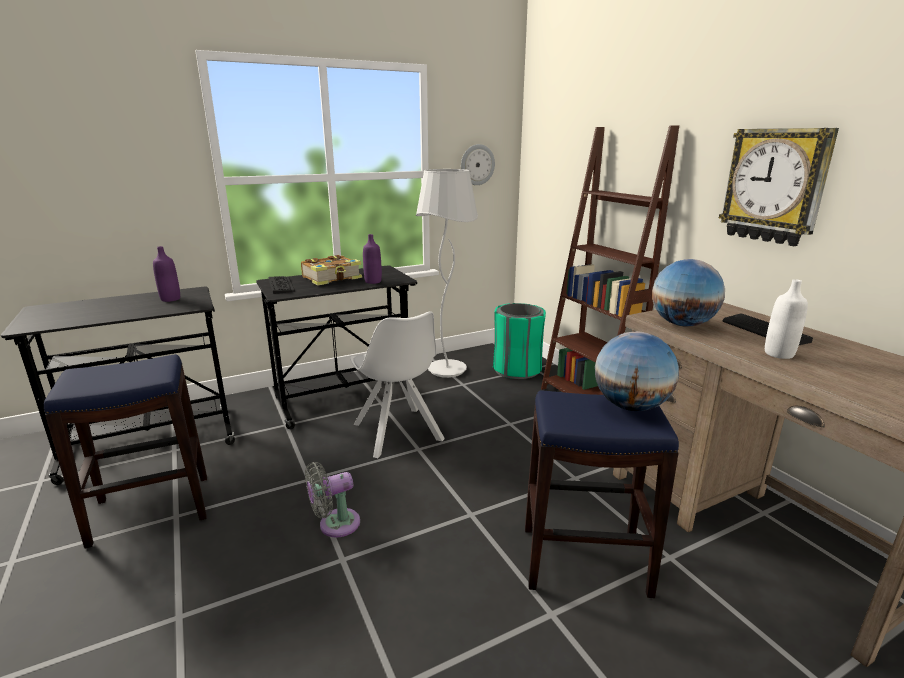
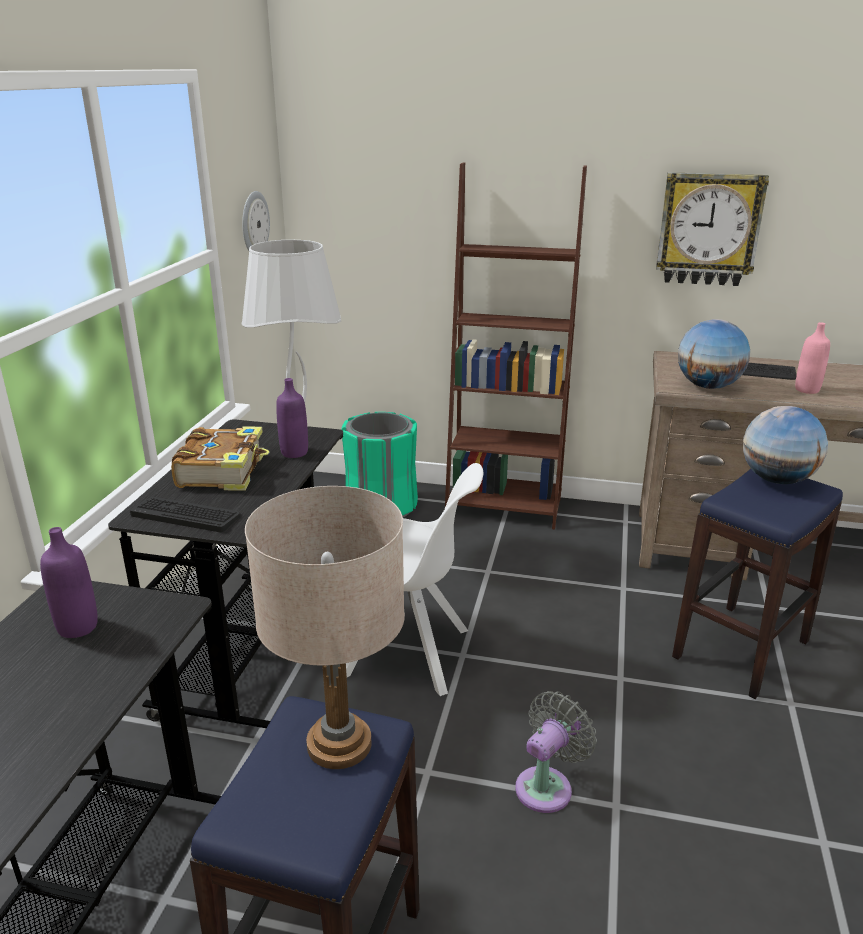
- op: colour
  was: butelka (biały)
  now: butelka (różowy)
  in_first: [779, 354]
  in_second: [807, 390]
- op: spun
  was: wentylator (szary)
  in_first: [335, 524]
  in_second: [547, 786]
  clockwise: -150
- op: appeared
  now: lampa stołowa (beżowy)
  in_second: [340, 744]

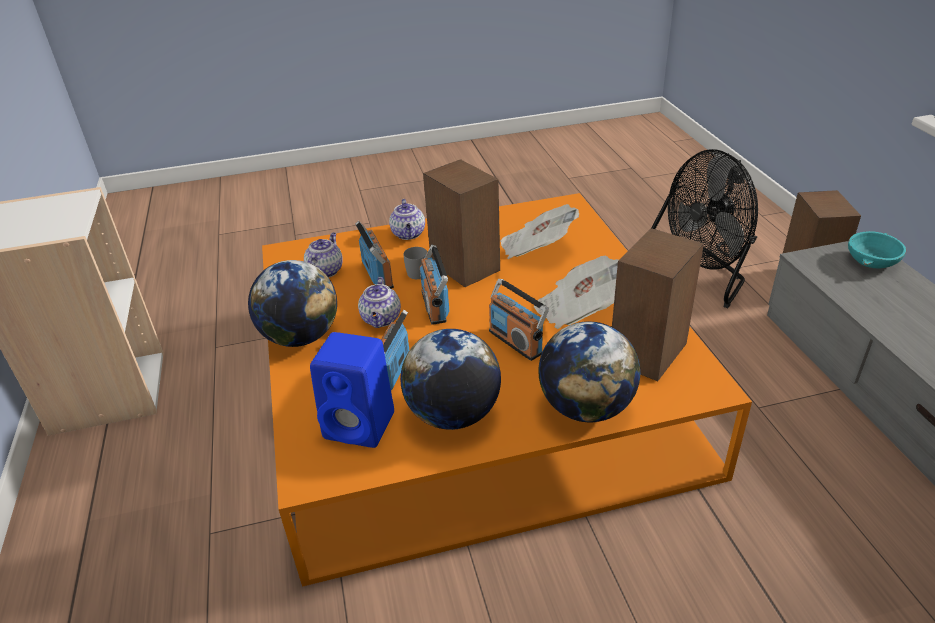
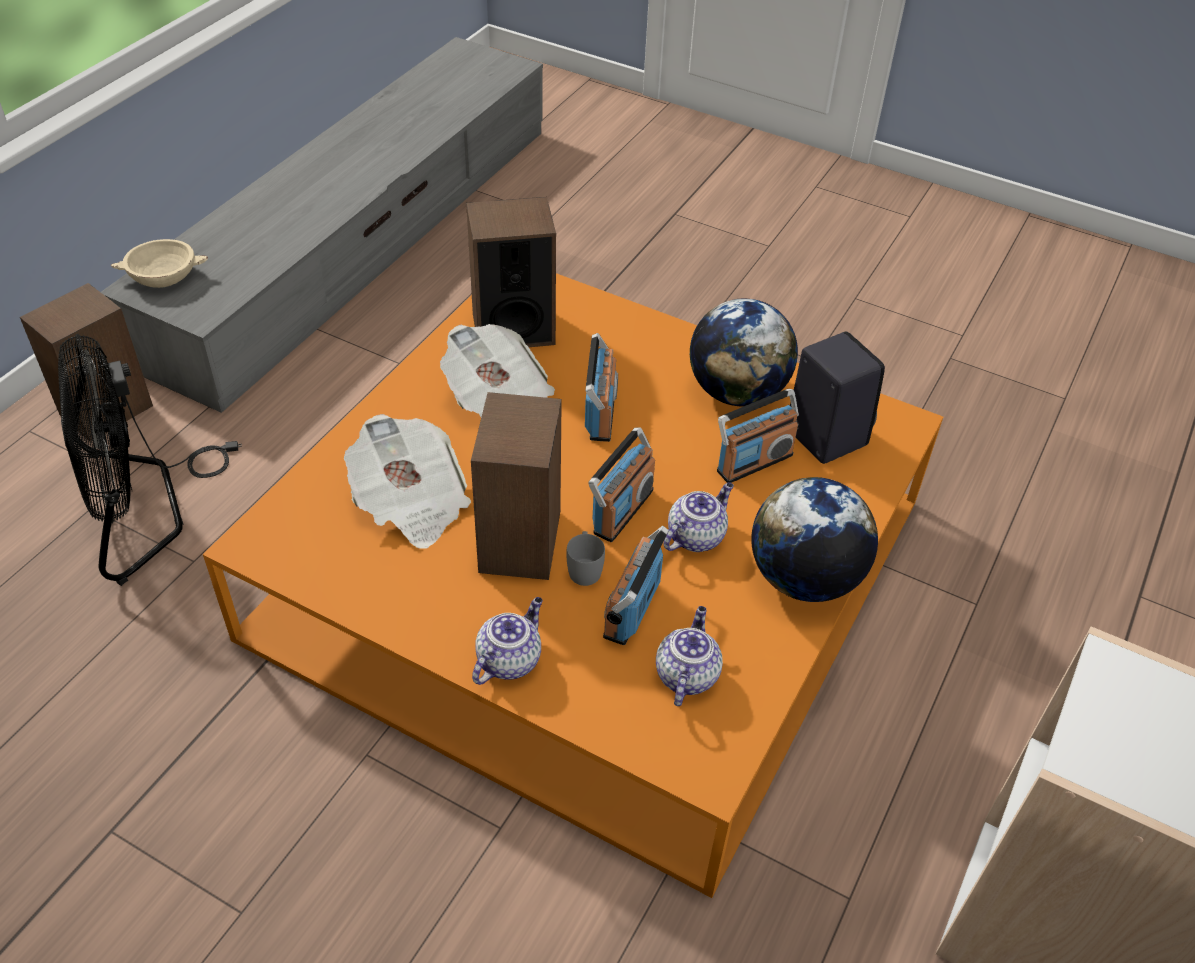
- op: spun
  was: wentylator (czarny)
  in_first: [706, 268]
  in_second: [144, 501]
  clockwise: 135
- op: colour
  was: miska (turkusowy)
  now: miska (beżowy)
  in_first: [871, 260]
  in_second: [163, 277]
- op: spun
  was: imbryk
  in_first: [325, 270]
  in_second: [686, 674]
  clockwise: 135
- op: missing
  was: globus
  in_first: [586, 407]
- op: colour
  was: głośnik (niebieski)
  now: głośnik (czarny)
  in_first: [362, 425]
  in_second: [823, 435]

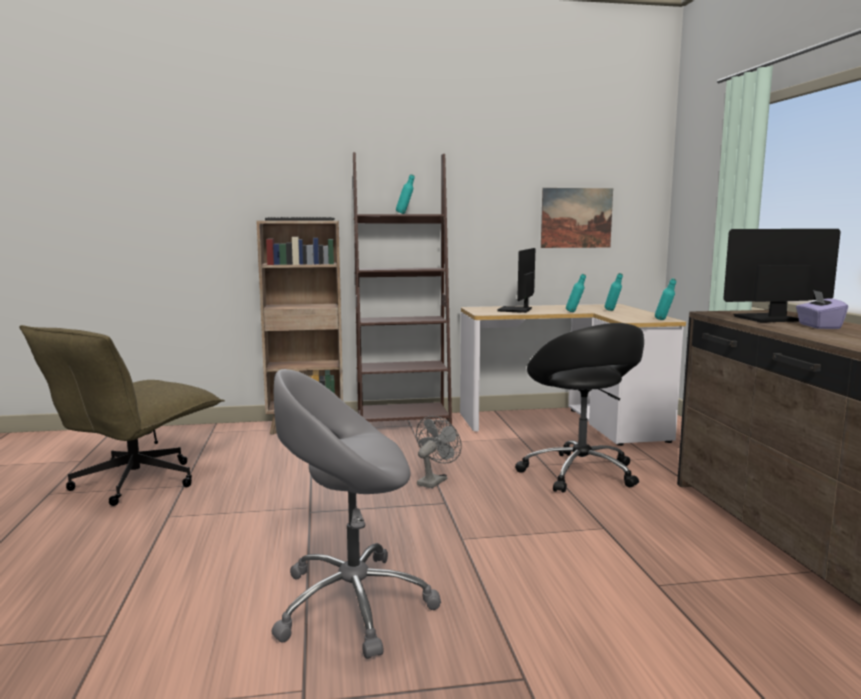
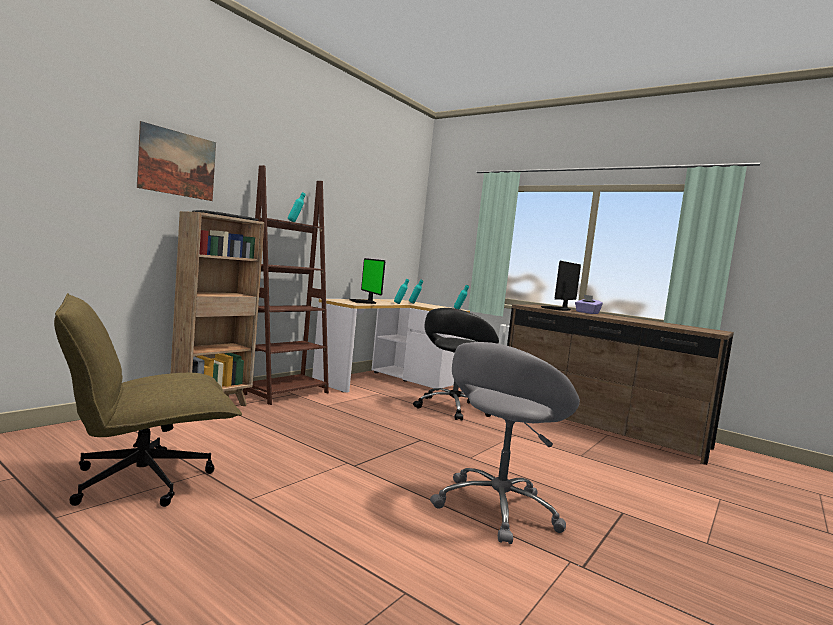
- op: relocated
  was: obraz
  in_first: [576, 218]
  in_second: [178, 163]
- op: spun
  was: krzesło biurowe (czarny)
  in_first: [581, 474]
  in_second: [451, 409]
  clockwise: 90
- op: spun
  was: krzesło biurowe (beżowy)
  in_first: [137, 481]
  in_second: [144, 480]
  clockwise: 75
- op: missing
  was: wentylator (szary)
  in_first: [434, 480]

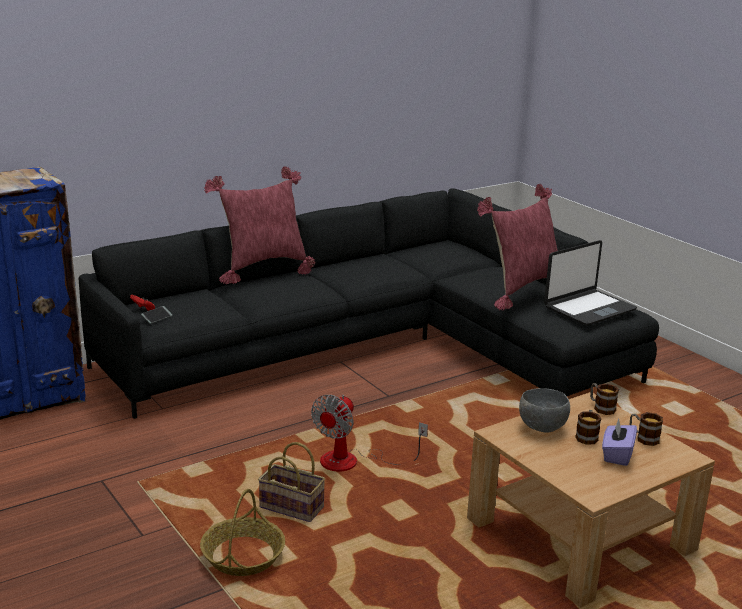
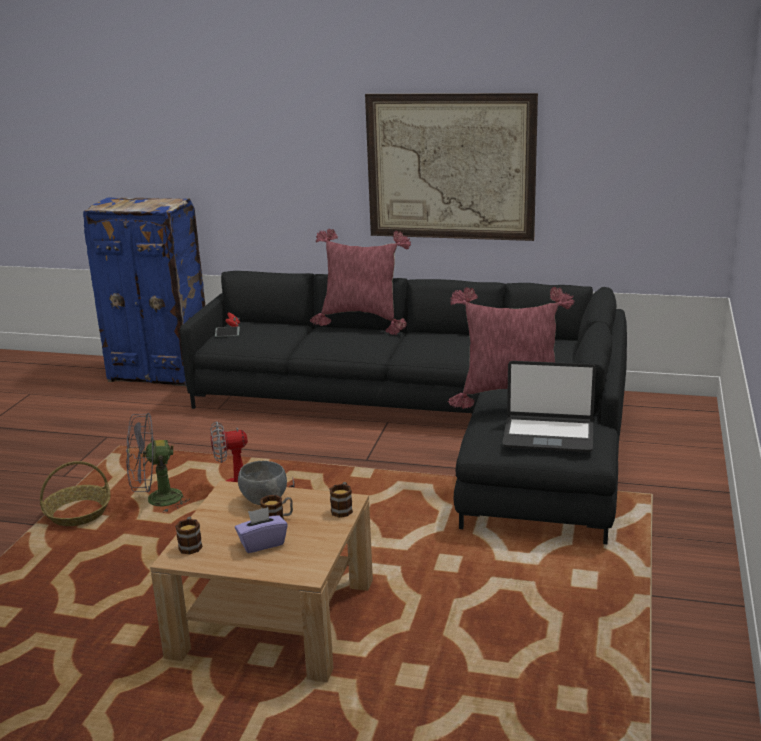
- op: relocated
  was: kubek
  in_first: [643, 438]
  in_second: [190, 544]
- op: exchanged
  was: koszyk
  now: wentylator (szary)
  in_first: [293, 507]
  in_second: [156, 501]
- op: appeared
  now: obraz
  in_second: [450, 167]

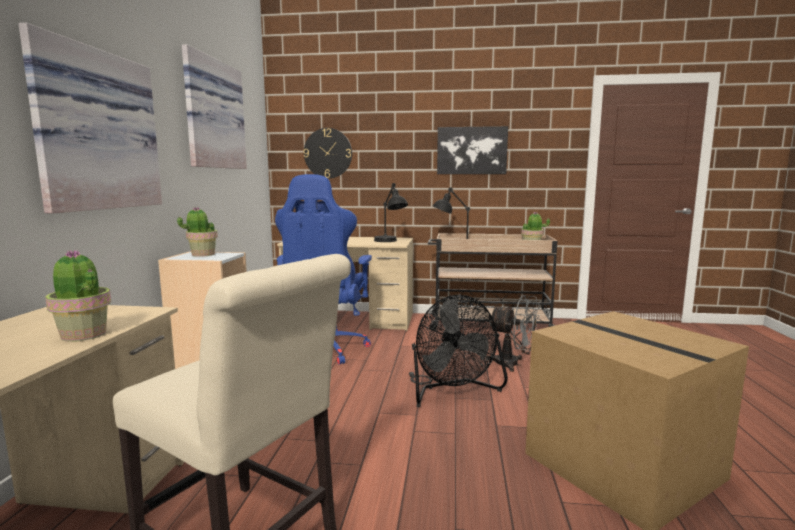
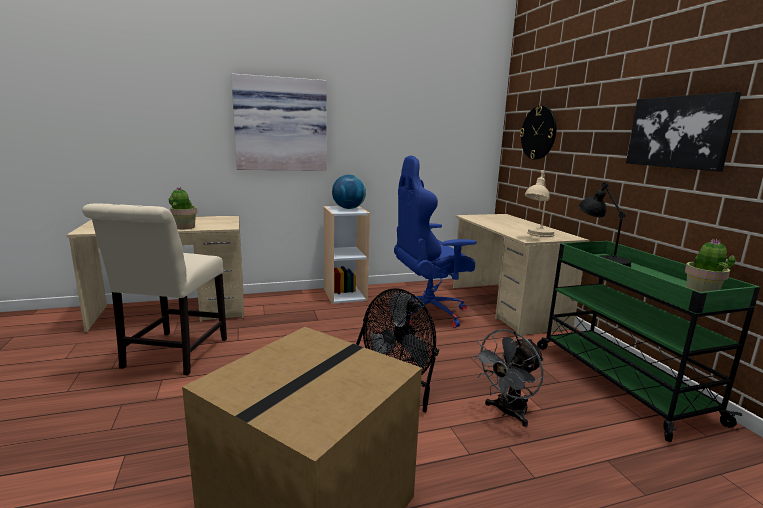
- op: missing
  was: obraz
  in_first: [212, 114]
- op: colour
  was: lampa stołowa (czarny)
  now: lampa stołowa (beżowy)
  in_first: [390, 242]
  in_second: [536, 236]
- op: exchanged
  was: roślina doniczkowa
  now: globus
  in_first: [202, 254]
  in_second: [348, 208]
- op: colour
  was: wózek (beżowy)
  now: wózek (zielony)
  in_first: [489, 325]
  in_second: [618, 380]
- op: spun
  was: wentylator (szary)
  in_first: [513, 364]
  in_second: [507, 413]
  clockwise: 45

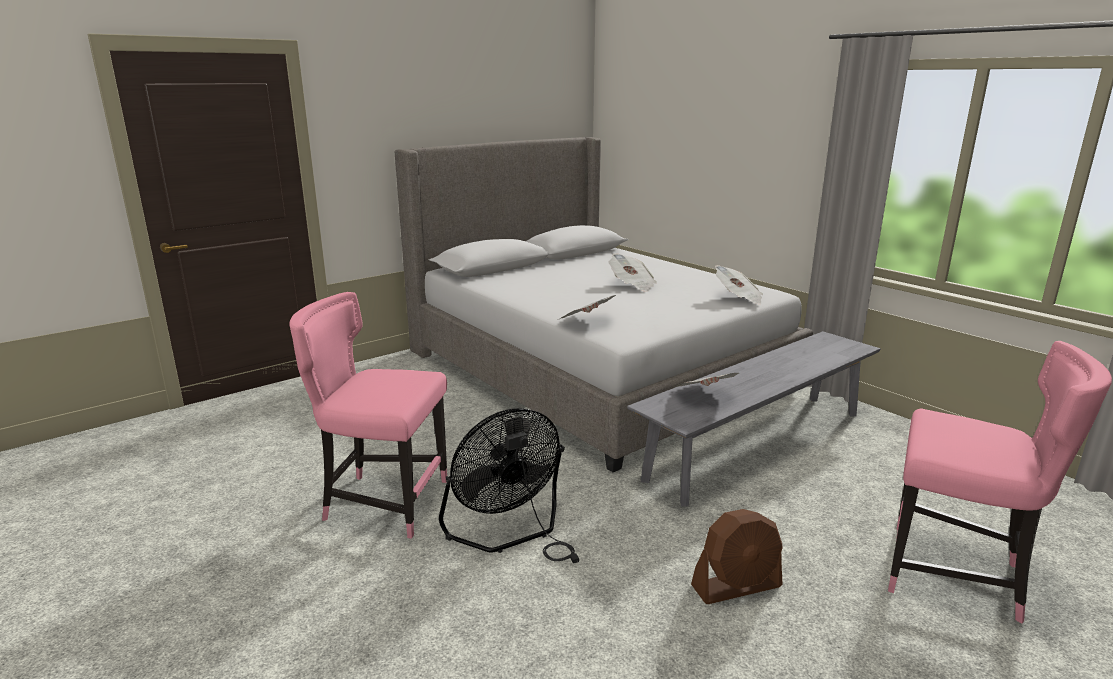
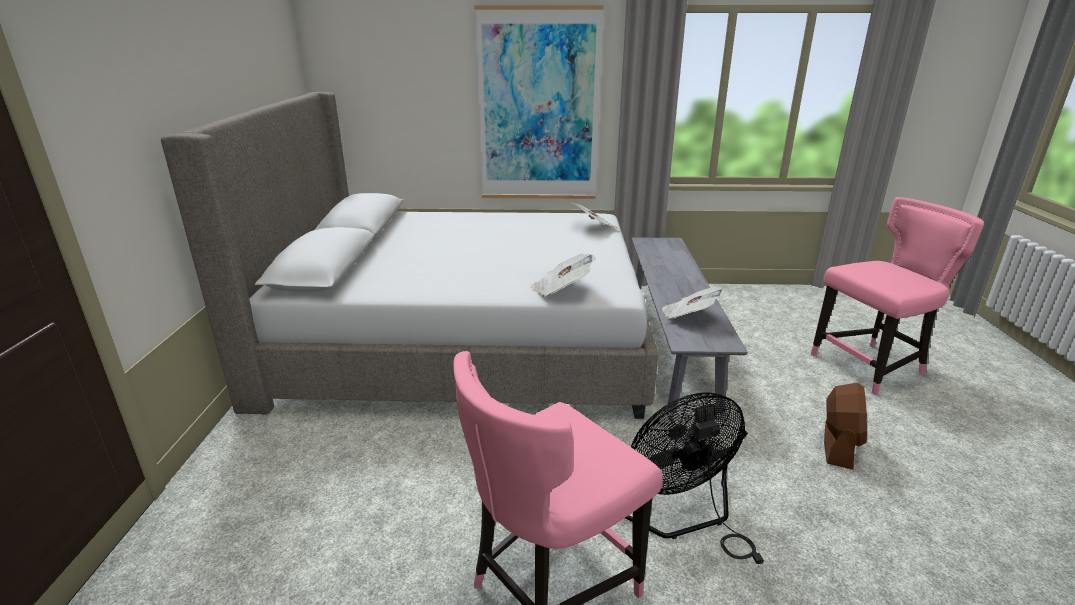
- op: missing
  was: gazeta
  in_first: [632, 285]
- op: spun
  was: wentylator (czarny)
  in_first: [518, 532]
  in_second: [690, 515]
  clockwise: 60
- op: appeared
  now: obraz
  in_second: [538, 107]

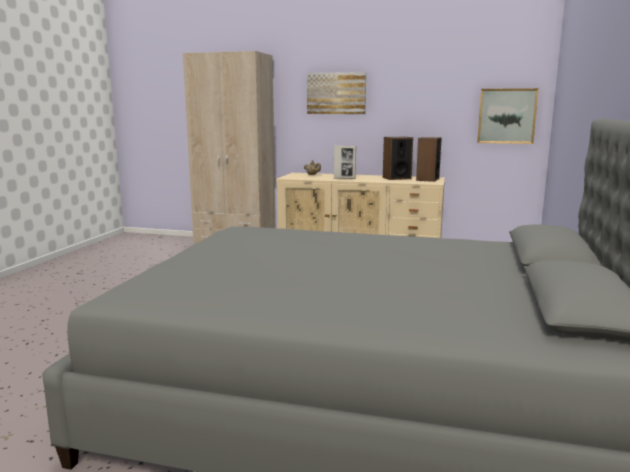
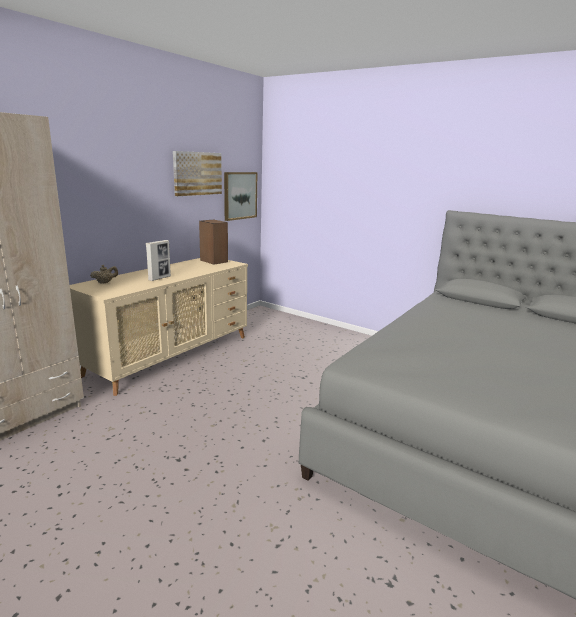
- op: relocated
  was: obraz
  in_first: [336, 93]
  in_second: [197, 173]
- op: missing
  was: głośnik
  in_first: [396, 178]

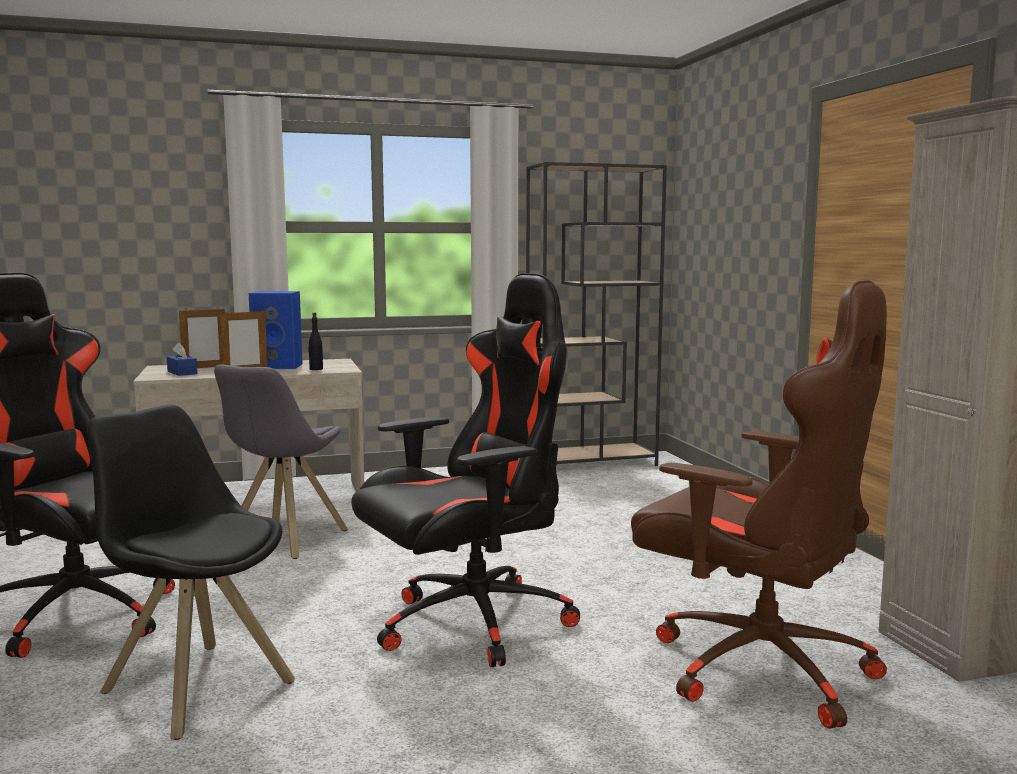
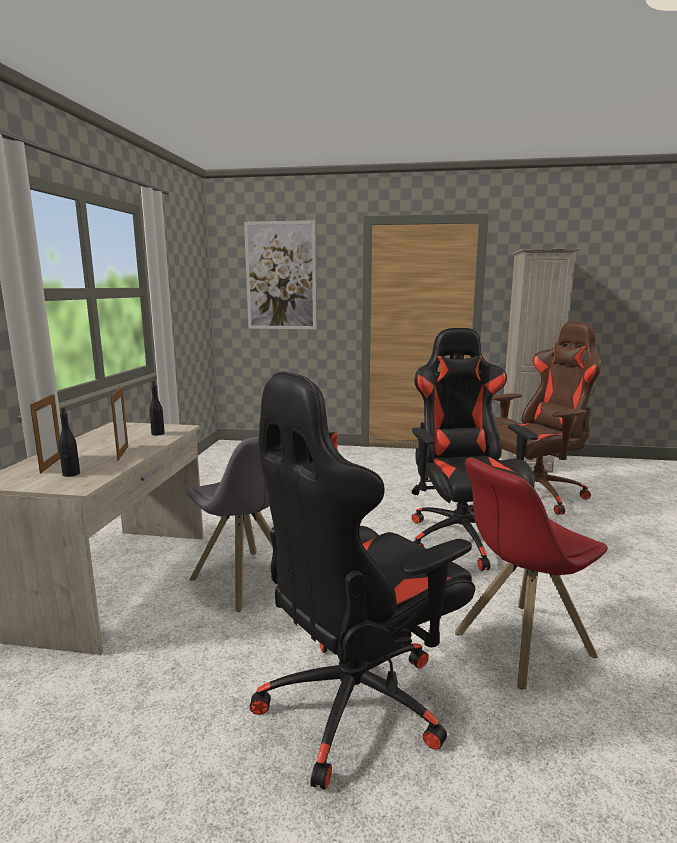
- op: missing
  was: regał
  in_first: [591, 463]
- op: missing
  was: głośnik (niebieski)
  in_first: [279, 366]
- op: exchanged
  was: pudełko chusteczek (niebieski)
  now: butelka (czarny)
  in_first: [182, 372]
  in_second: [71, 474]
- op: colour
  was: krzesło (czarny)
  now: krzesło (czerwony)
  in_first: [196, 686]
  in_second: [521, 644]
- op: appeared
  now: obraz
  in_second: [280, 276]

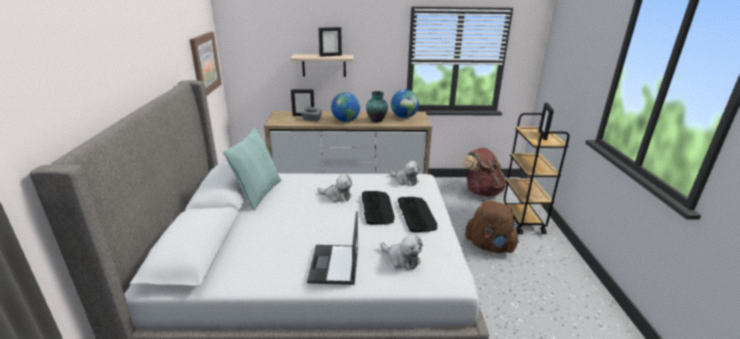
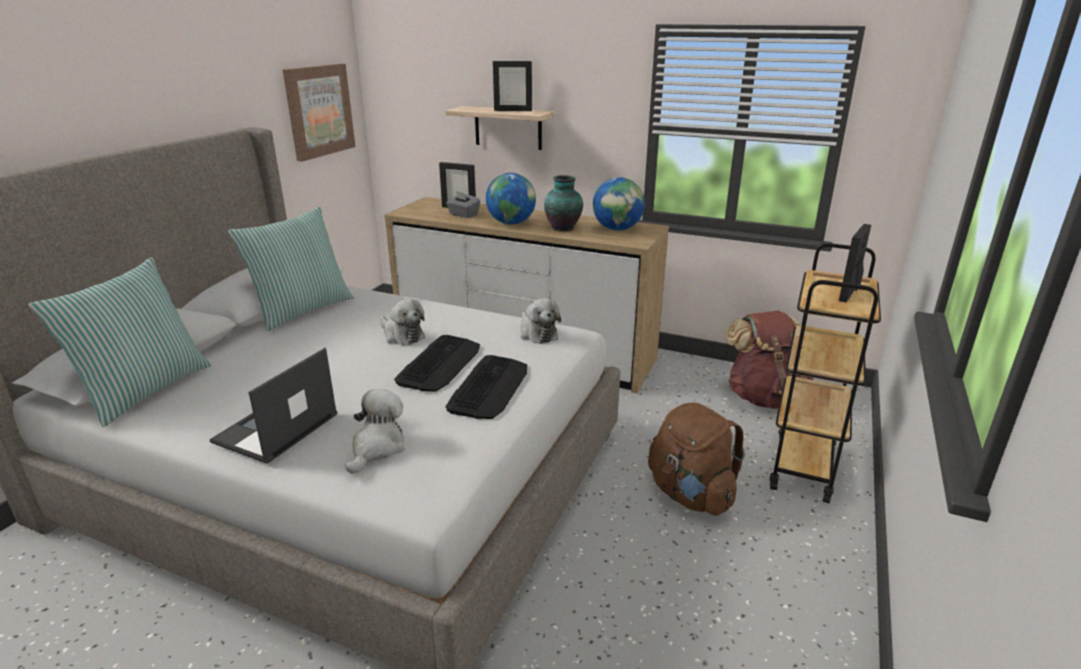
- op: spun
  was: pluszak
  in_first: [401, 259]
  in_second: [377, 448]
  clockwise: -135
- op: appeared
  now: poduszka
  in_second: [145, 390]

